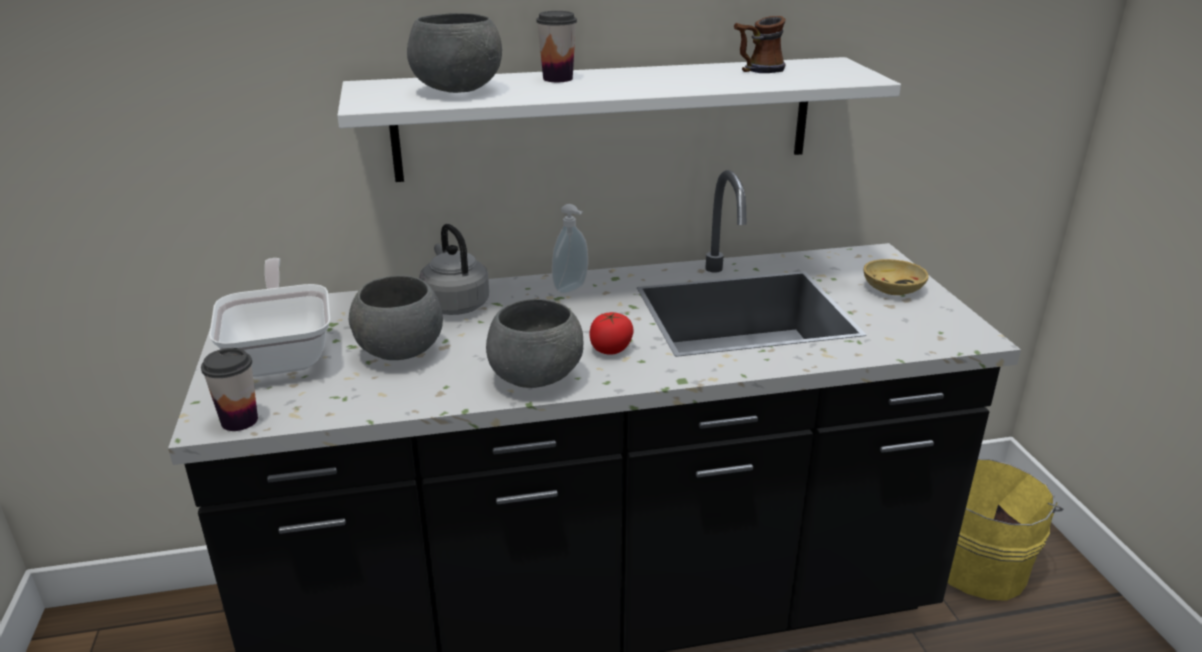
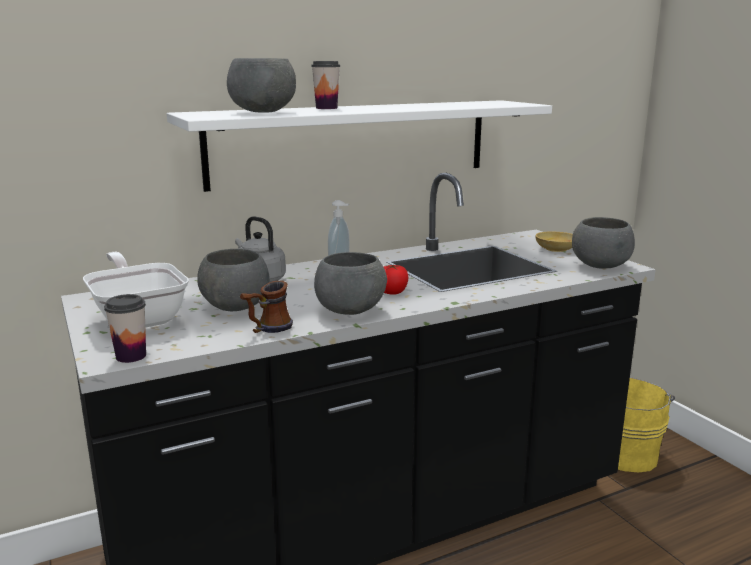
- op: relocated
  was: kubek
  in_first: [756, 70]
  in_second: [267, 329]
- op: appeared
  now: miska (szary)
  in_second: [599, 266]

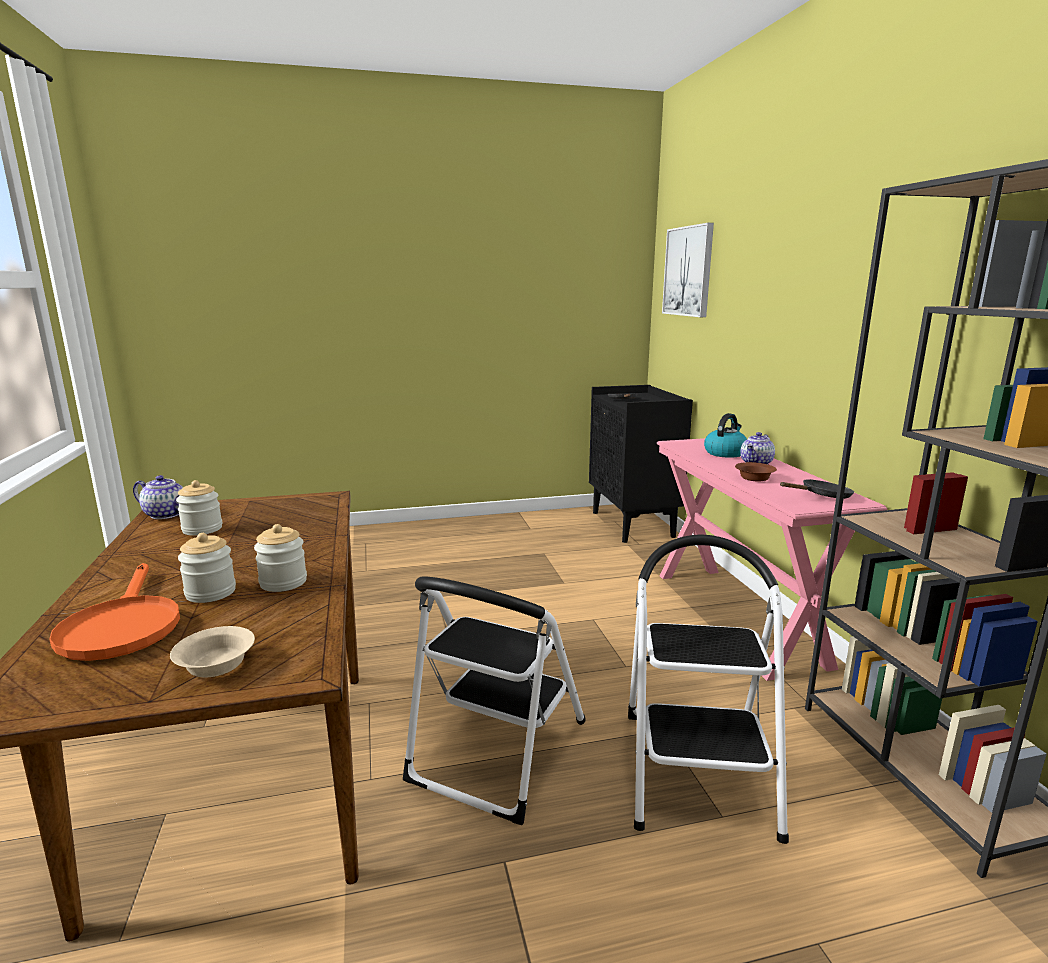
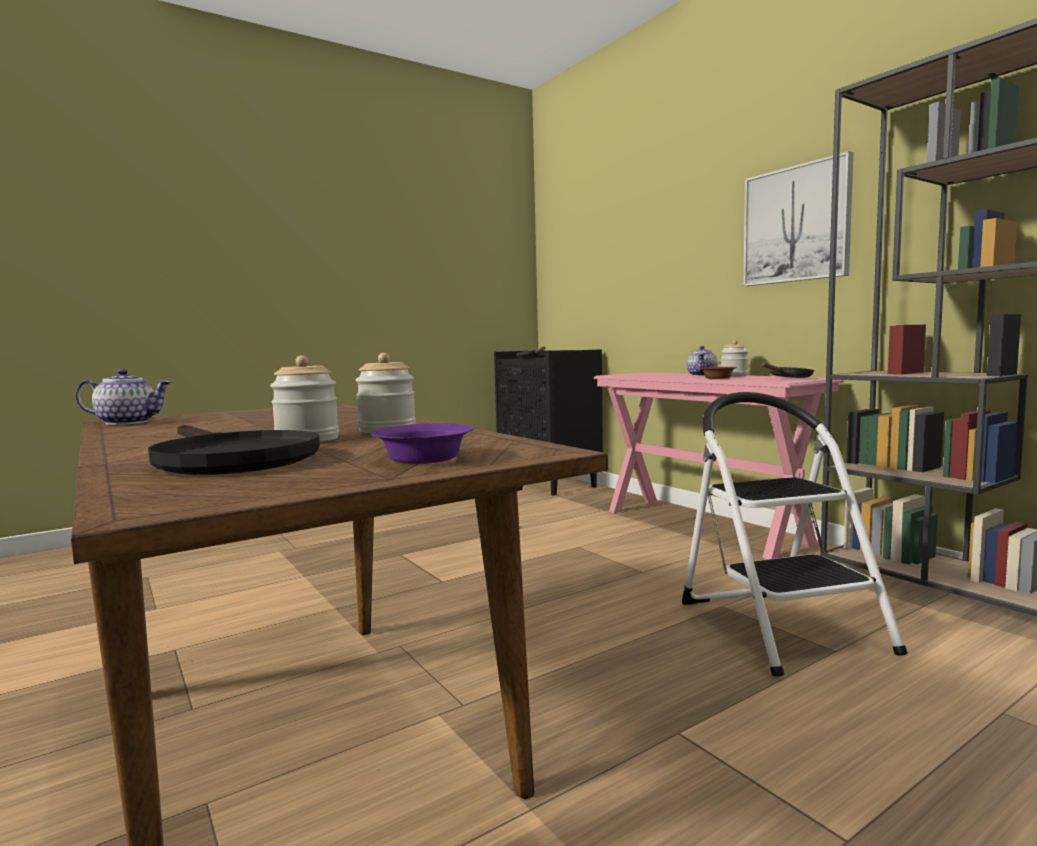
- op: relocated
  was: obraz
  in_first: [688, 271]
  in_second: [796, 224]
- op: missing
  was: czajnik
  in_first: [725, 453]
- op: relocated
  was: słoik
  in_first: [202, 529]
  in_second: [734, 376]
- op: colour
  was: patelnia (pomarańczowy)
  now: patelnia (czarny)
  in_first: [122, 626]
  in_second: [229, 459]
- op: missing
  was: drabinka
  in_first: [495, 753]
- op: colour
  was: miska (beżowy)
  now: miska (fioletowy)
  in_first: [214, 665]
  in_second: [422, 459]

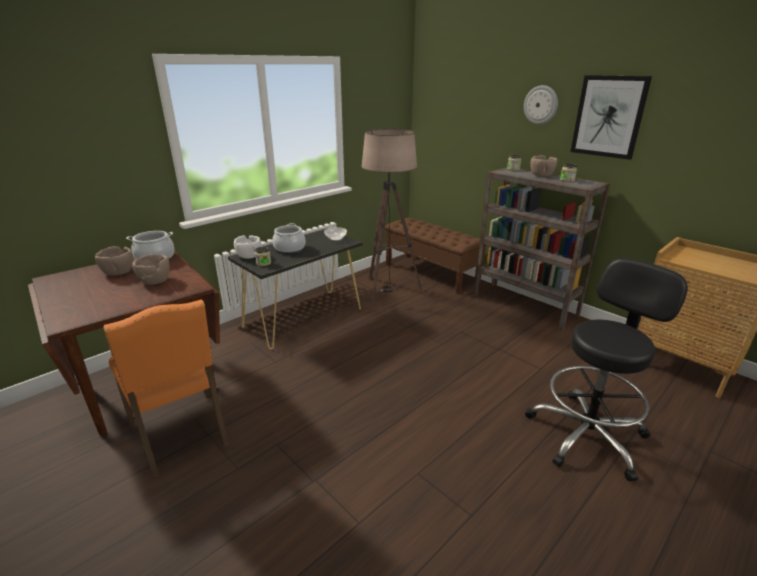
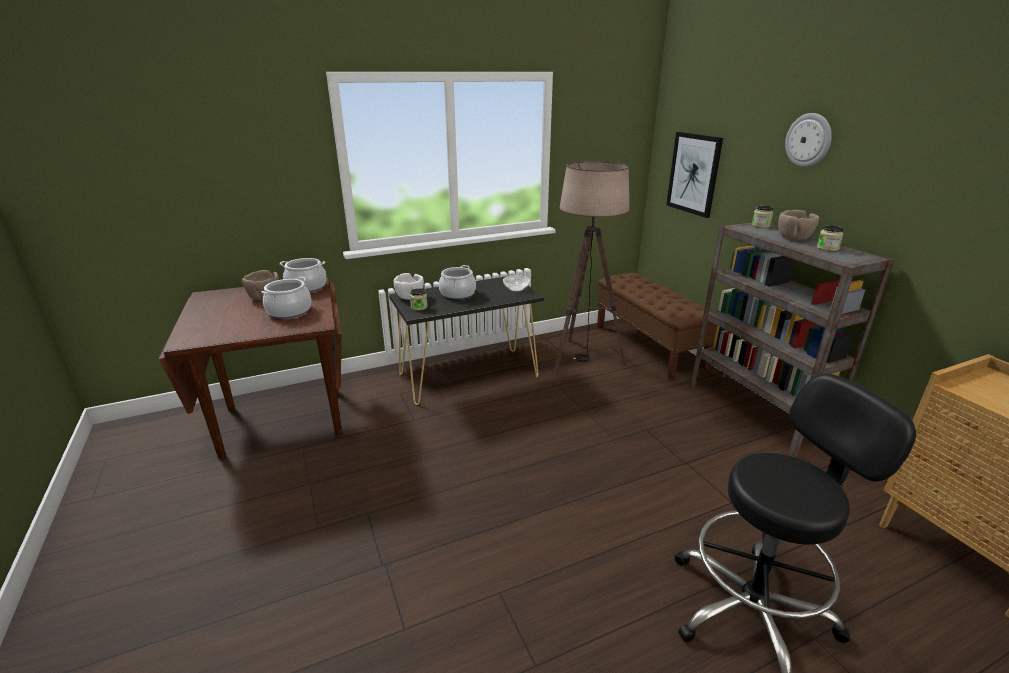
- op: relocated
  was: obraz
  in_first: [608, 116]
  in_second: [694, 174]
- op: exchanged
  was: miska (brązowy)
  now: garnek
  in_first: [155, 280]
  in_second: [289, 311]
- op: missing
  was: krzesło (pomarańczowy)
  in_first: [181, 434]

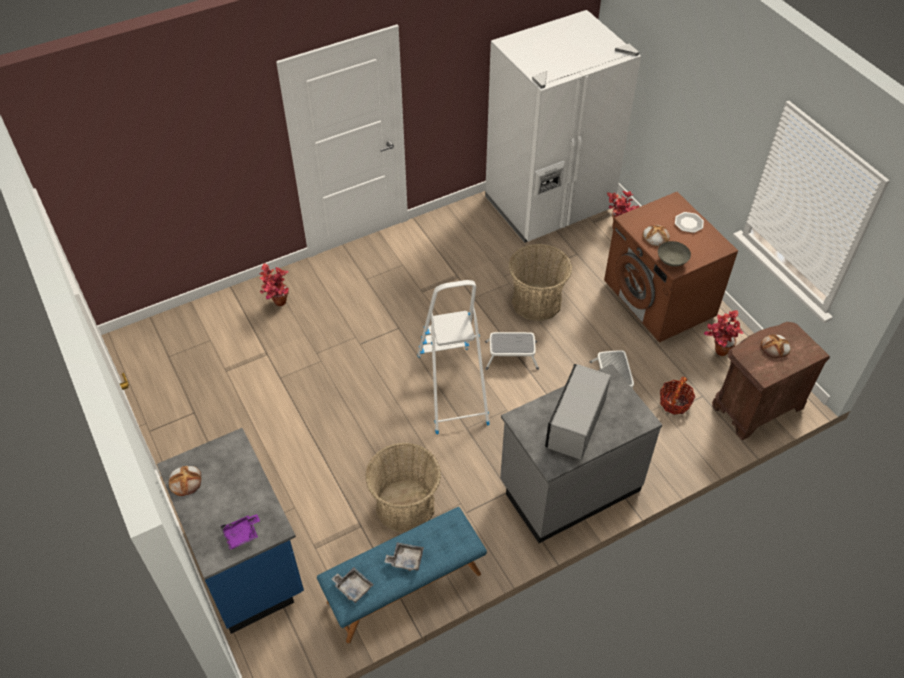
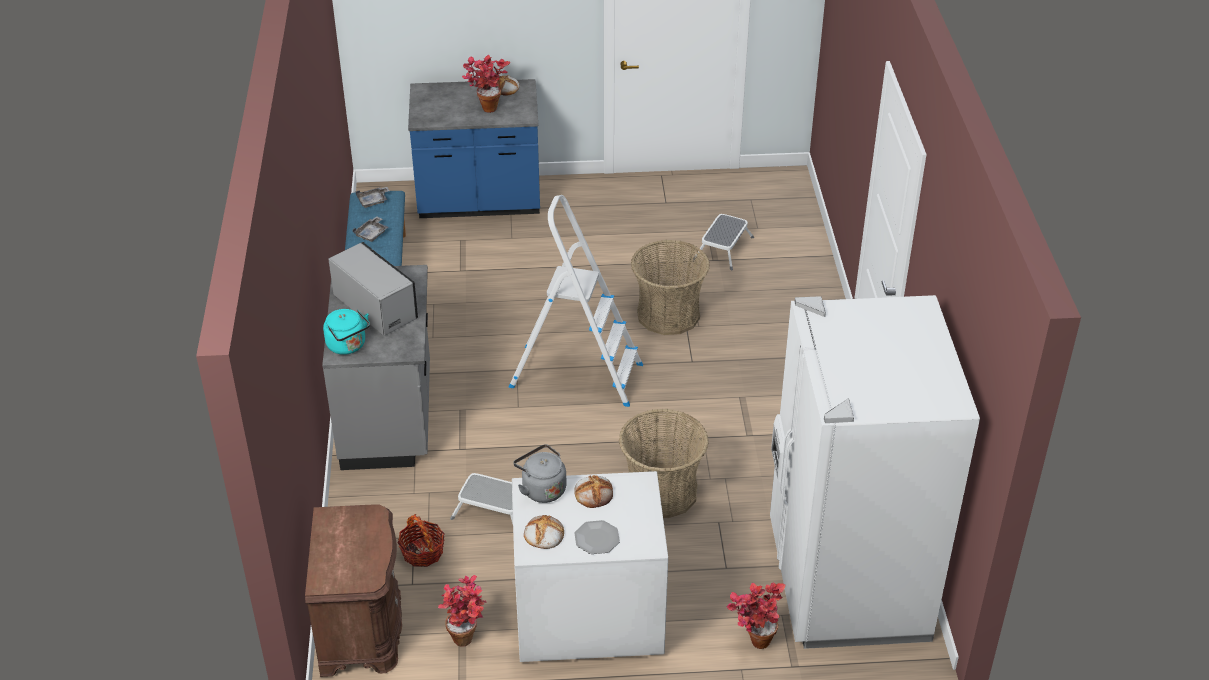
- op: colour
  was: pralka (brązowy)
  now: pralka (biały)
  in_first: [658, 302]
  in_second: [587, 614]
- op: exchanged
  was: miska (szary)
  now: czajnik (szary)
  in_first: [671, 261]
  in_second: [541, 489]
- op: relocated
  was: roślina doniczkowa
  in_first: [278, 305]
  in_second: [486, 106]
- op: relocated
  was: drabinka (szary)
  in_first: [511, 355]
  in_second: [724, 248]
- op: relocated
  was: chleb
  in_first: [775, 348]
  in_second: [543, 534]
- op: relocated
  was: koszyk
  in_first: [405, 506]
  in_second: [668, 314]
- op: missing
  was: taca (fioletowy)
  in_first: [242, 534]
- op: appeared
  now: czajnik (turkusowy)
  in_second: [348, 346]

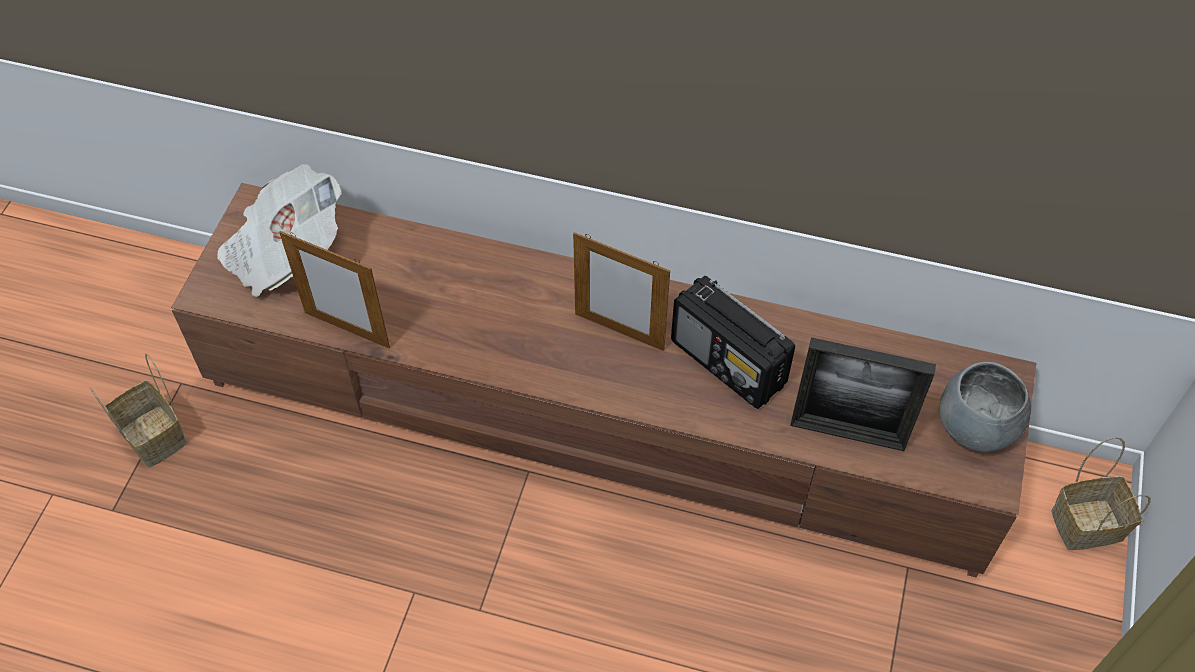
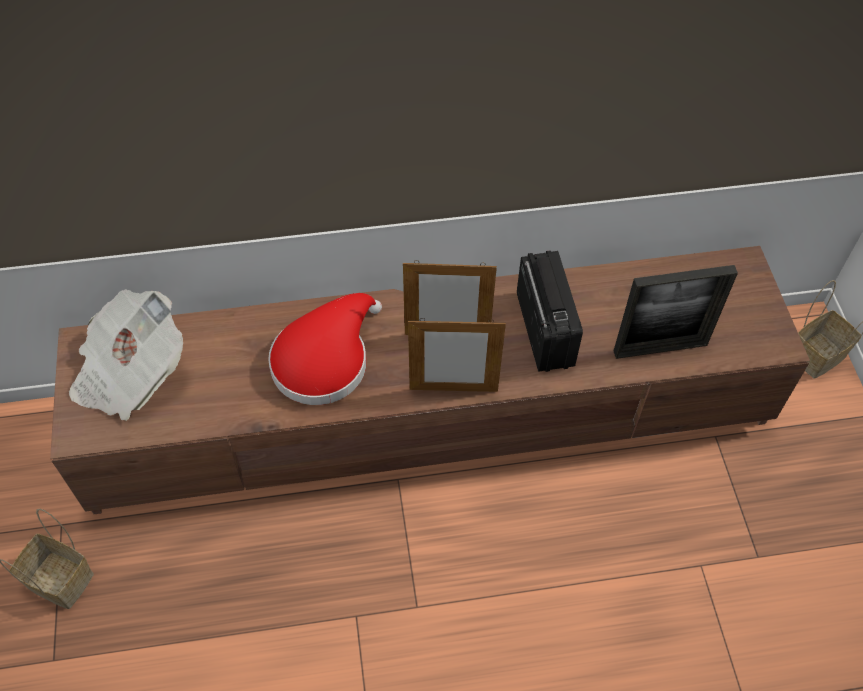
- op: relocated
  was: ramka na zdjęcie
  in_first: [347, 329]
  in_second: [453, 390]
- op: spun
  was: radio
  in_first: [729, 363]
  in_second: [544, 329]
  clockwise: -120
- op: missing
  was: miska (szary)
  in_first: [977, 426]
- op: appeared
  now: kapelusz (czerwony)
  in_second: [325, 359]

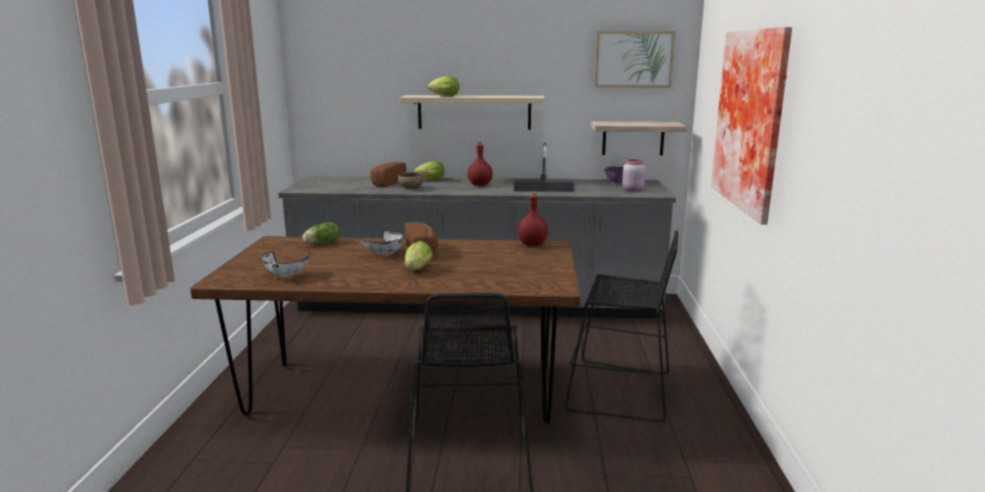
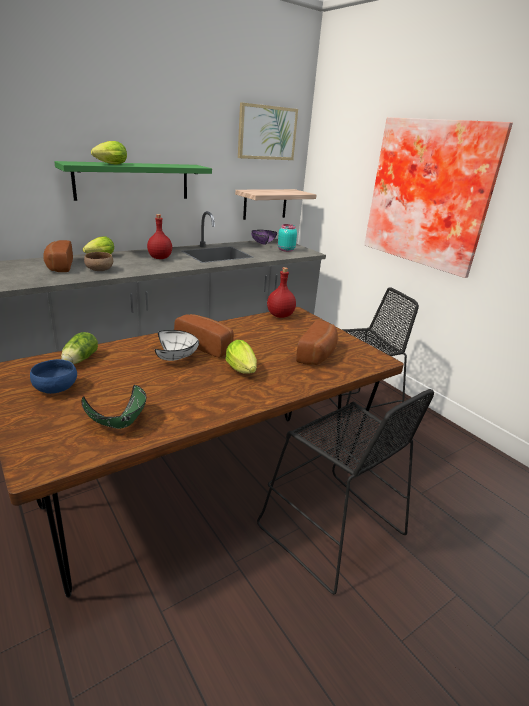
- op: colour
  was: półka (beżowy)
  now: półka (zielony)
  in_first: [474, 112]
  in_second: [133, 181]
- op: colour
  was: słoik (różowy)
  now: słoik (turkusowy)
  in_first: [632, 189]
  in_second: [285, 250]
- op: colour
  was: miska (biały)
  now: miska (zielony)
  in_first: [285, 276]
  in_second: [119, 423]
- op: appeared
  now: chleb
  in_second: [318, 354]
- op: appeared
  now: miska (niebieski)
  in_second: [56, 388]

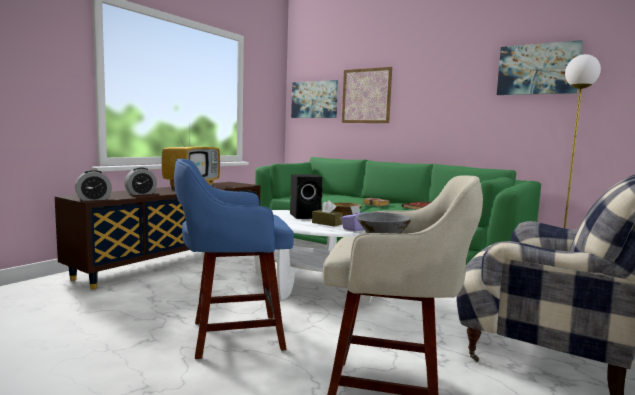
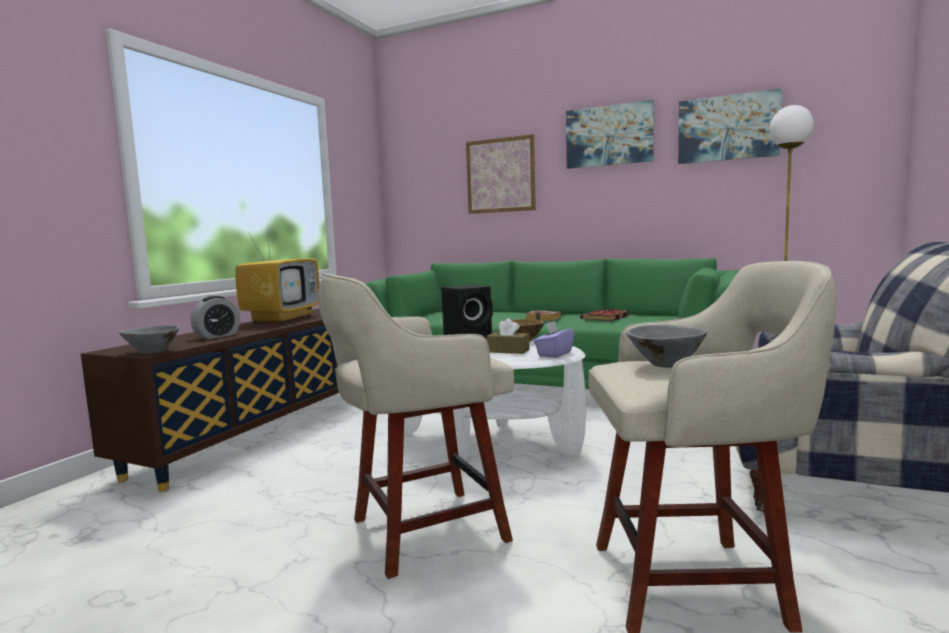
- op: relocated
  was: obraz
  in_first: [314, 99]
  in_second: [609, 136]
- op: colour
  was: stołek (niebieski)
  now: stołek (beżowy)
  in_first: [232, 336]
  in_second: [421, 532]
- op: exchanged
  was: budzik
  now: miska (szary)
  in_first: [94, 199]
  in_second: [152, 351]

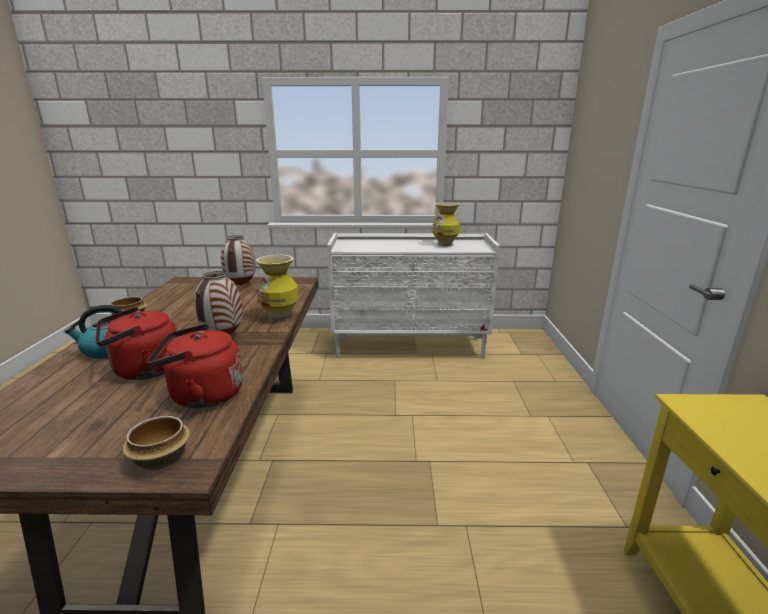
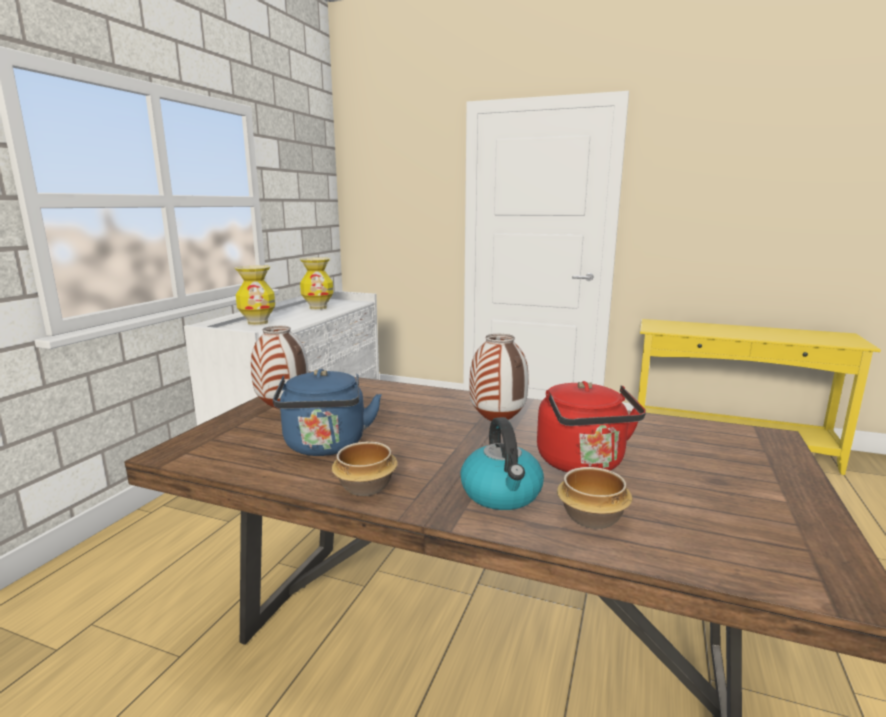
- op: relocated
  was: wazon
  in_first: [280, 317]
  in_second: [258, 323]
- op: missing
  was: czajnik (czerwony)
  in_first: [202, 395]
- op: relocated
  was: miska
  in_first: [160, 460]
  in_second: [593, 519]
- op: appeared
  now: czajnik (niebieski)
  in_second: [325, 447]

